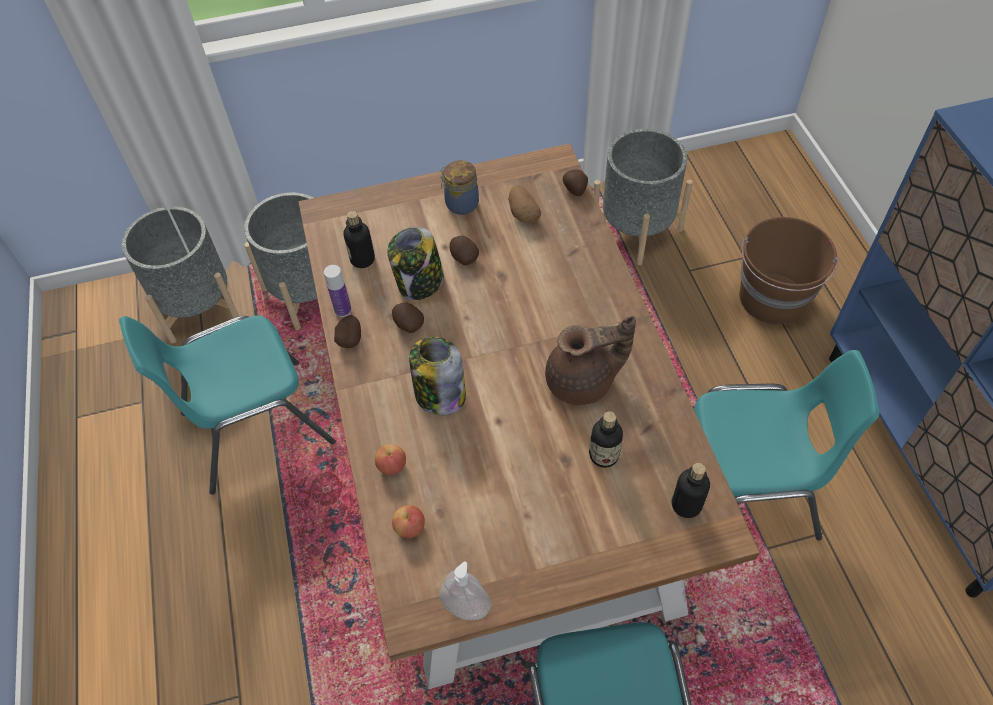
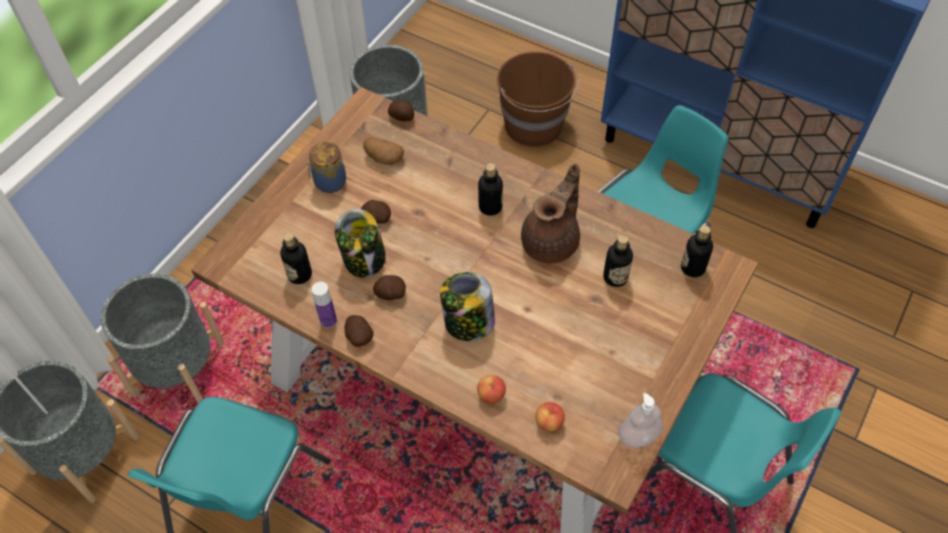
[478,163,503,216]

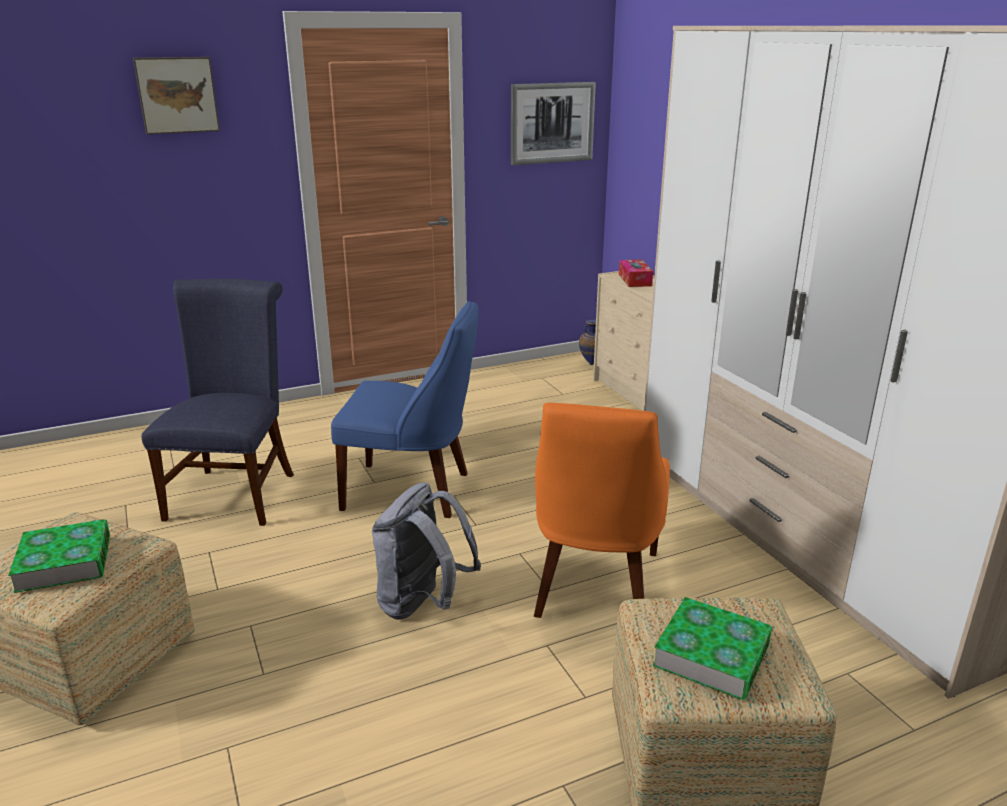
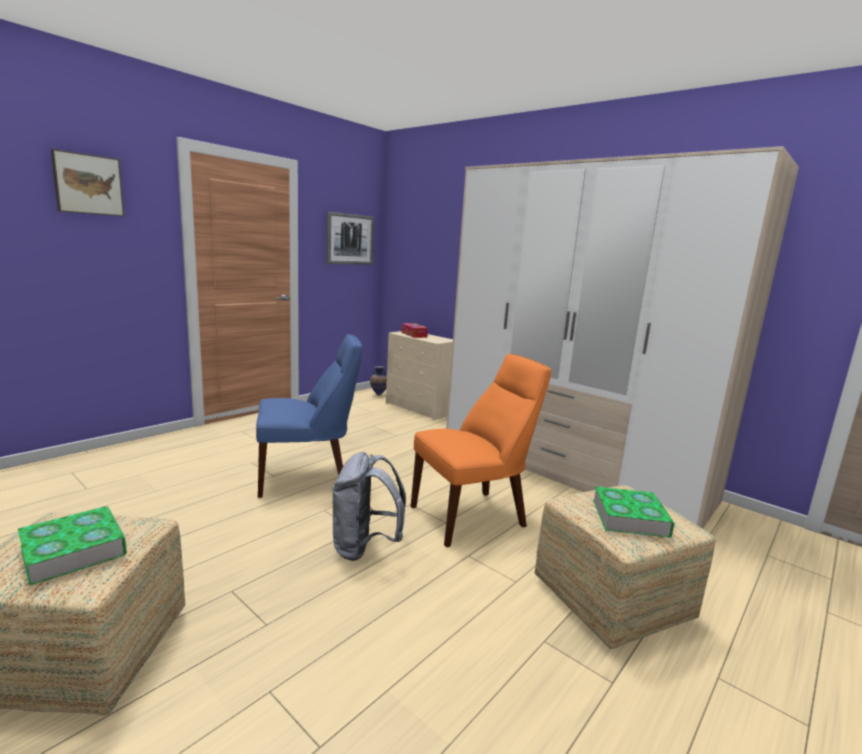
[142,279,294,526] (first image)
[411,354,551,547]

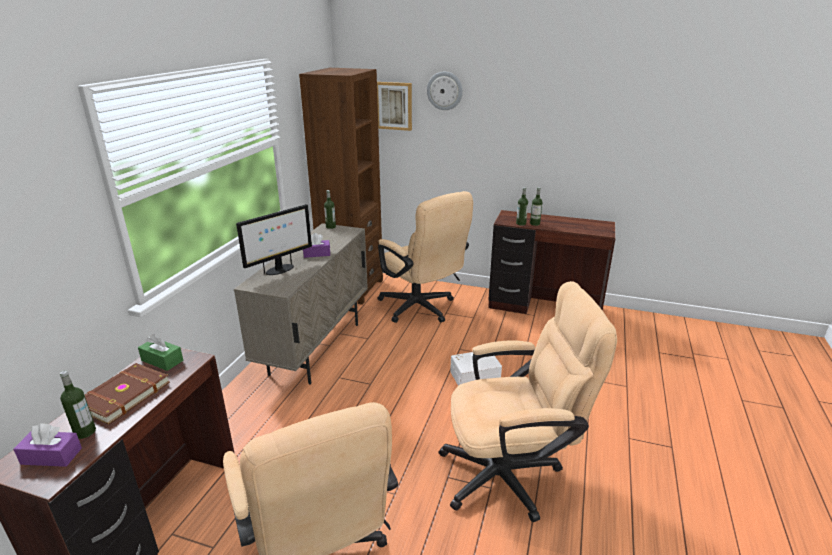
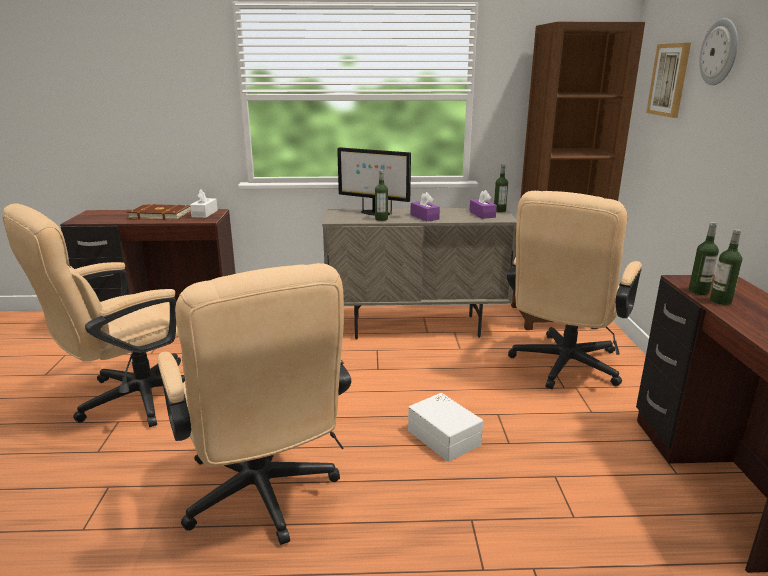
[469,190,497,219]
[375,170,388,221]
[190,190,218,218]

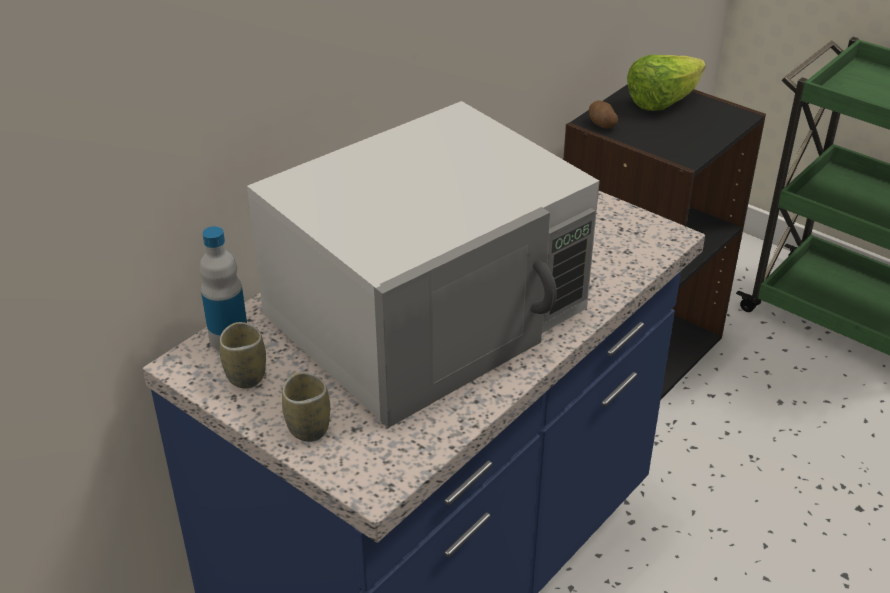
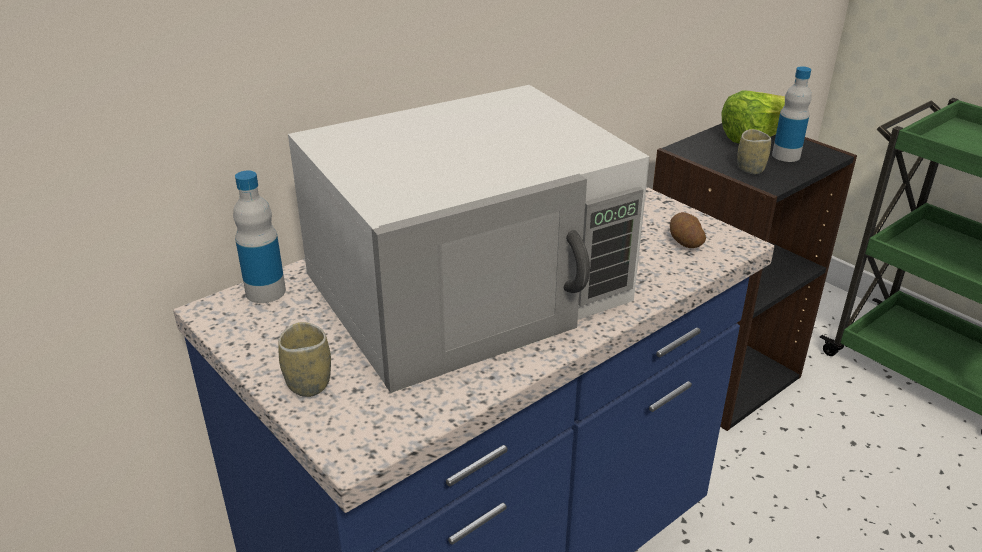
[772,67,811,162]
[737,129,771,175]
[670,212,706,248]

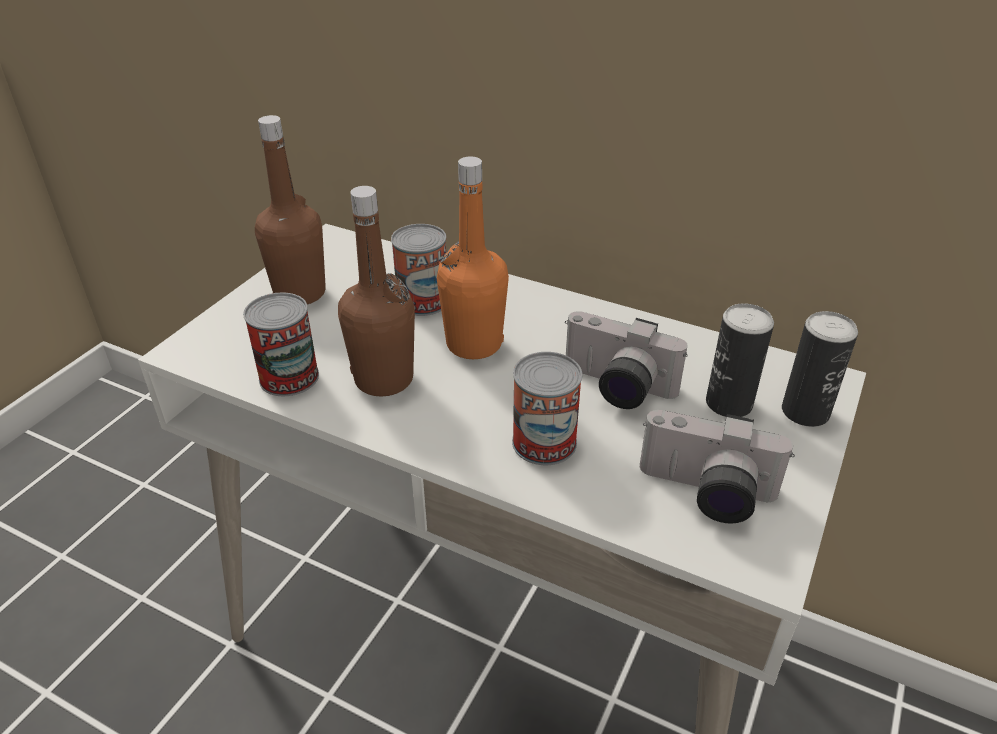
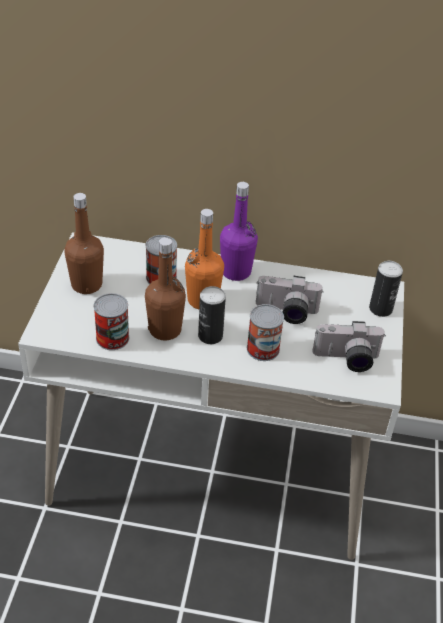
[220,182,258,281]
[198,286,226,344]

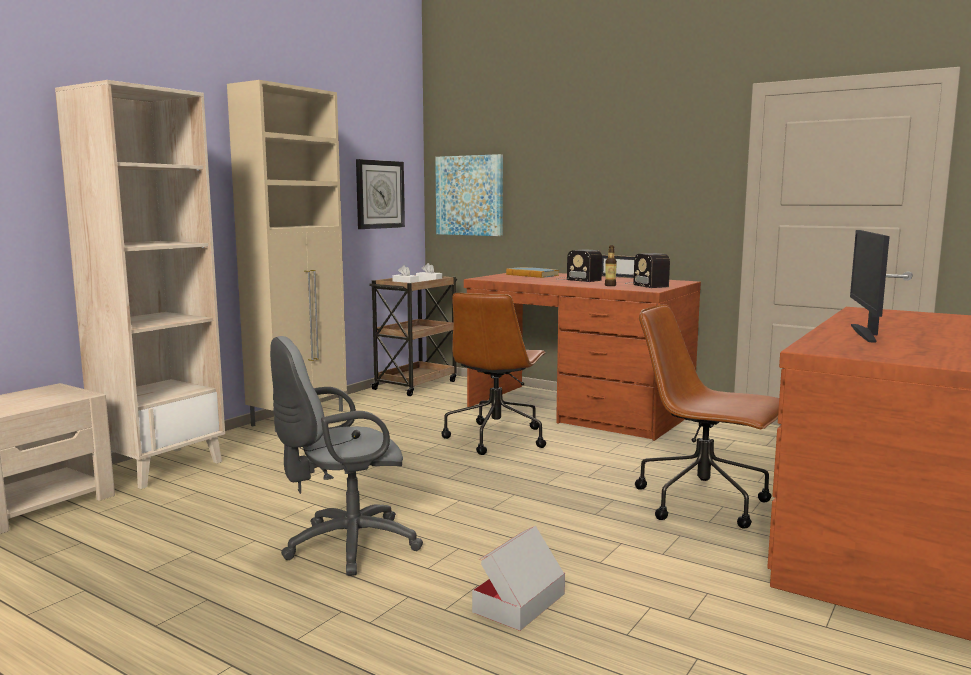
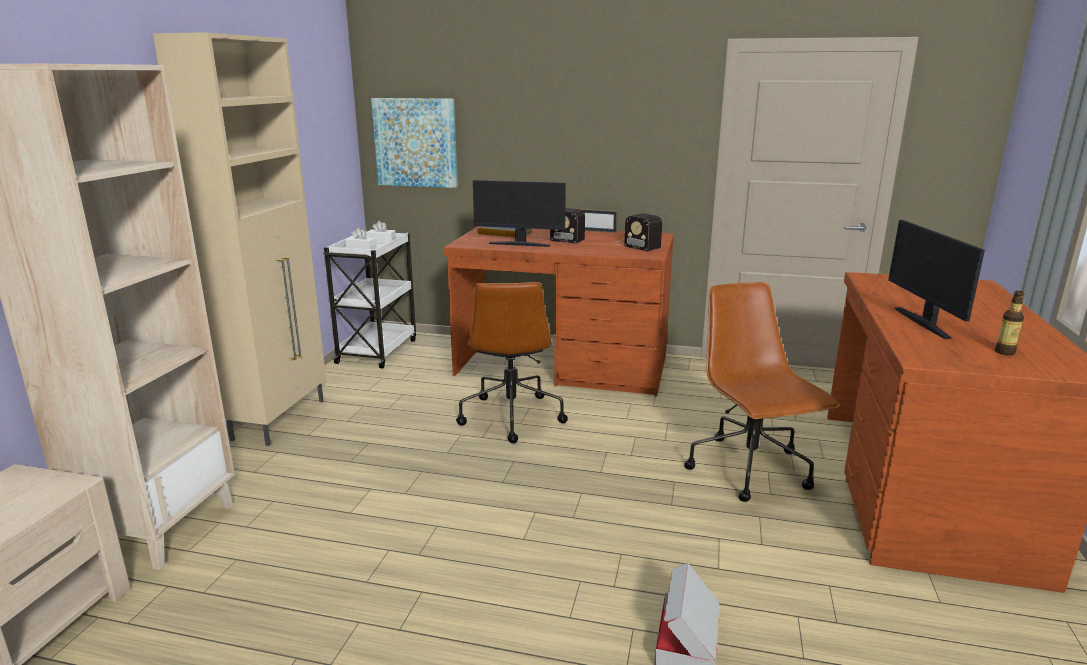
[270,336,423,576] (first image)
[356,159,405,229] (first image)
[473,180,566,247]
[995,291,1025,355]
[323,231,416,369]
[684,282,840,502]

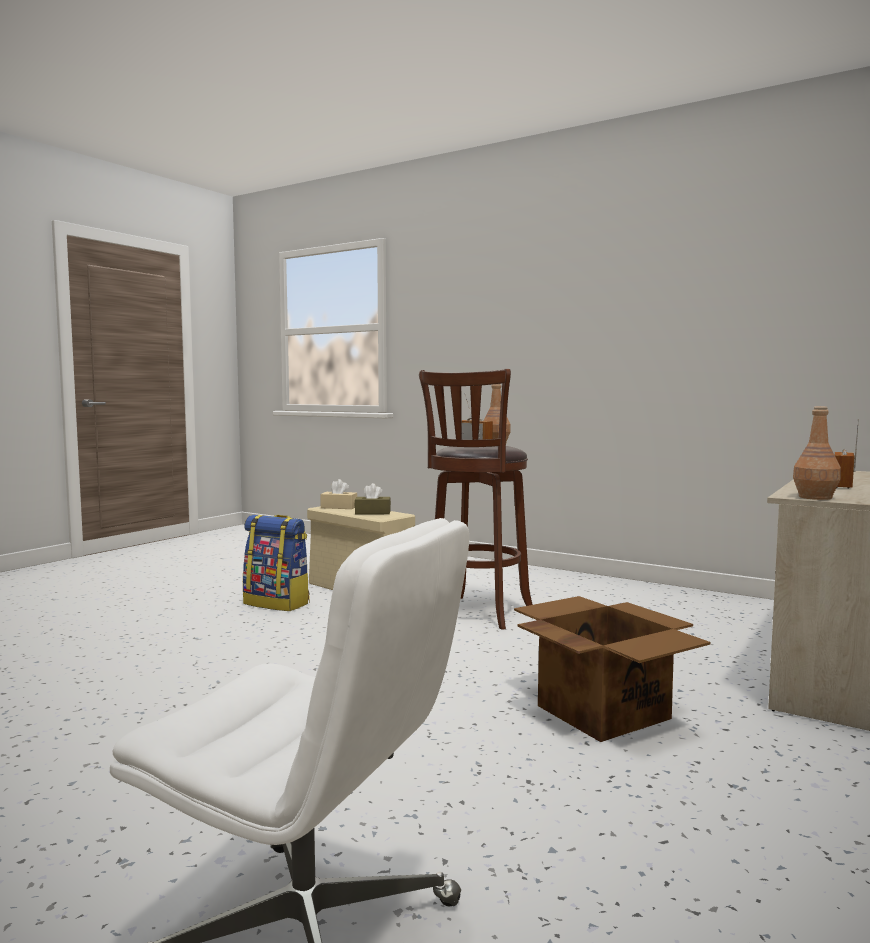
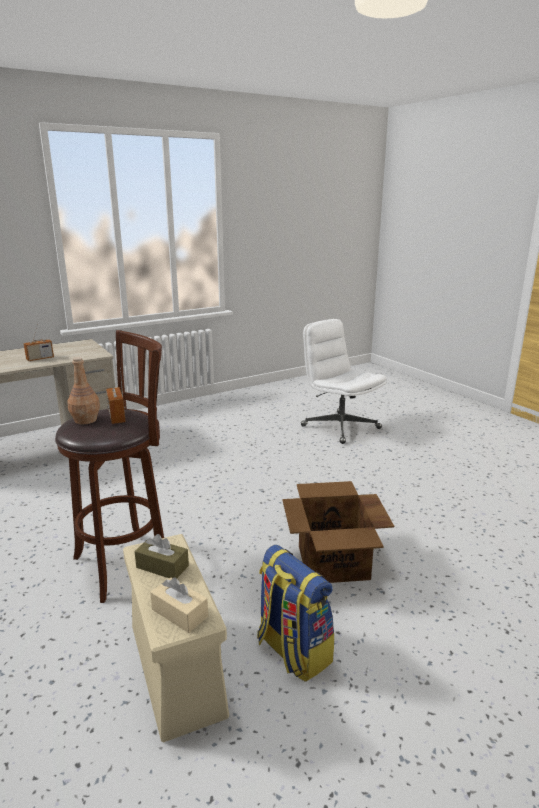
[793,406,841,500] (first image)
[282,481,394,583]

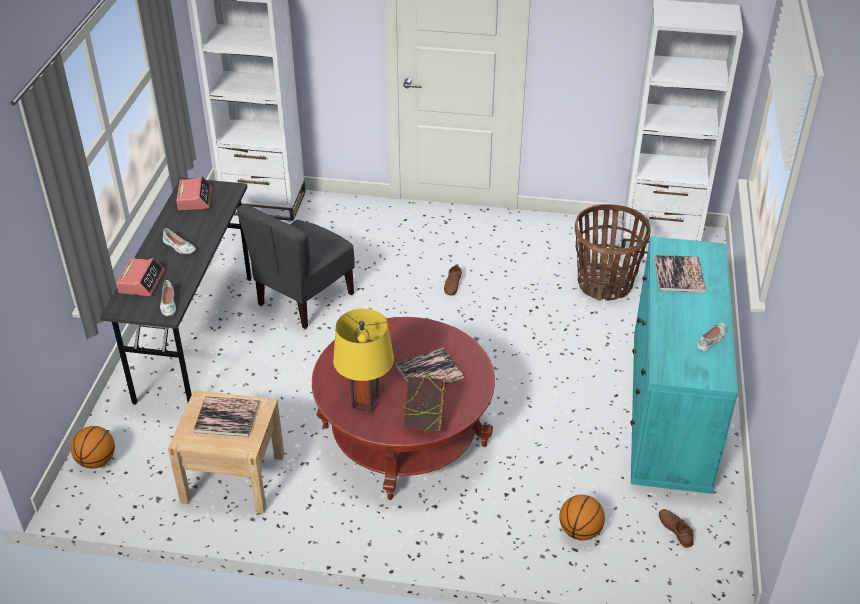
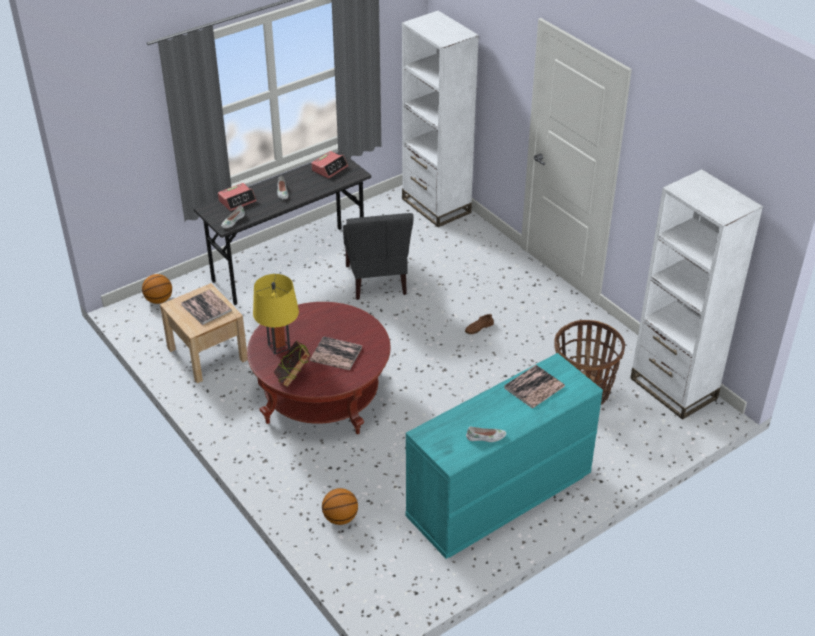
[659,509,694,548] (first image)
[343,213,414,300]

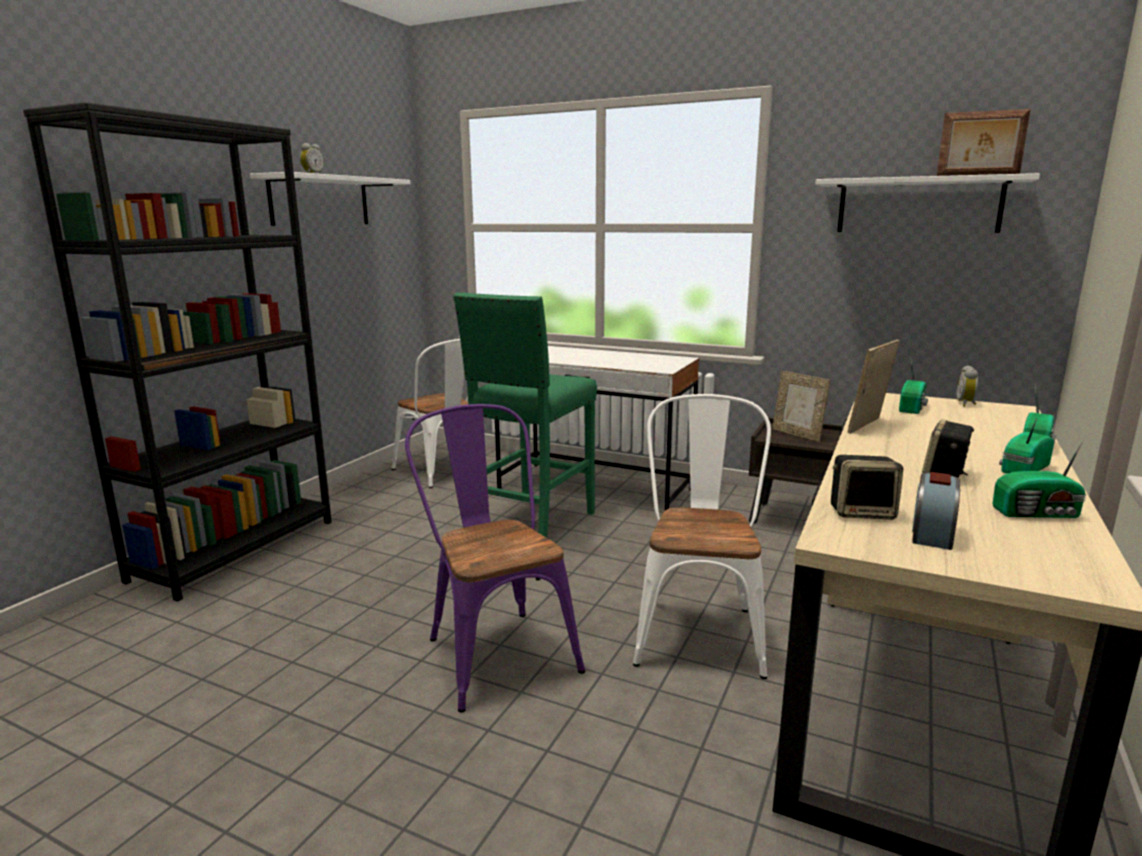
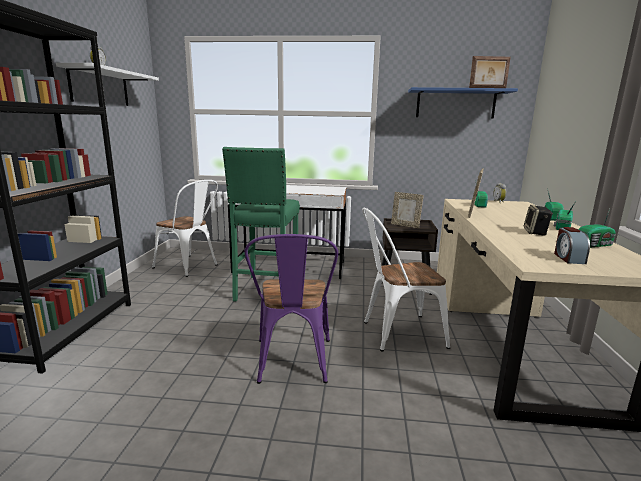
[831,455,904,520] (first image)
[408,87,518,119]
[244,234,338,384]
[362,208,450,351]

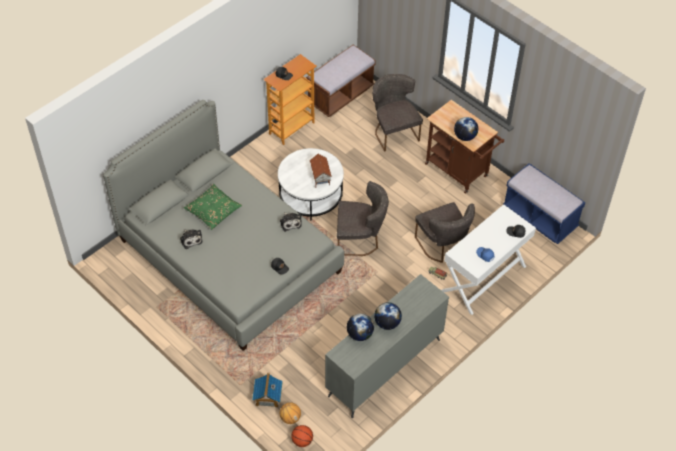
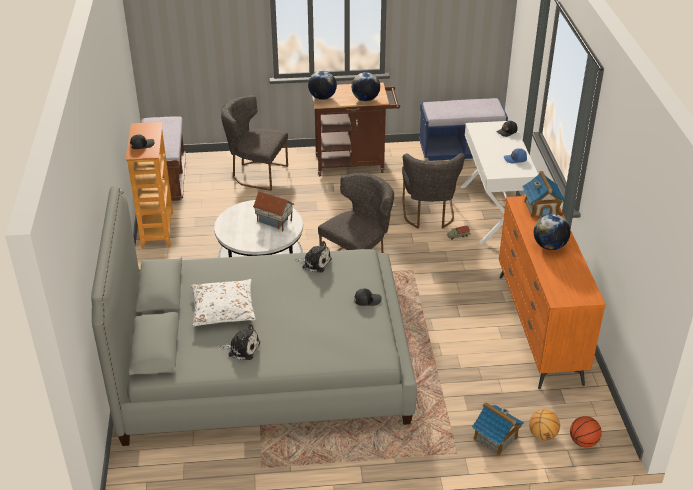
[522,171,566,218]
[308,71,337,100]
[191,279,256,326]
[499,196,606,389]
[402,153,465,229]

